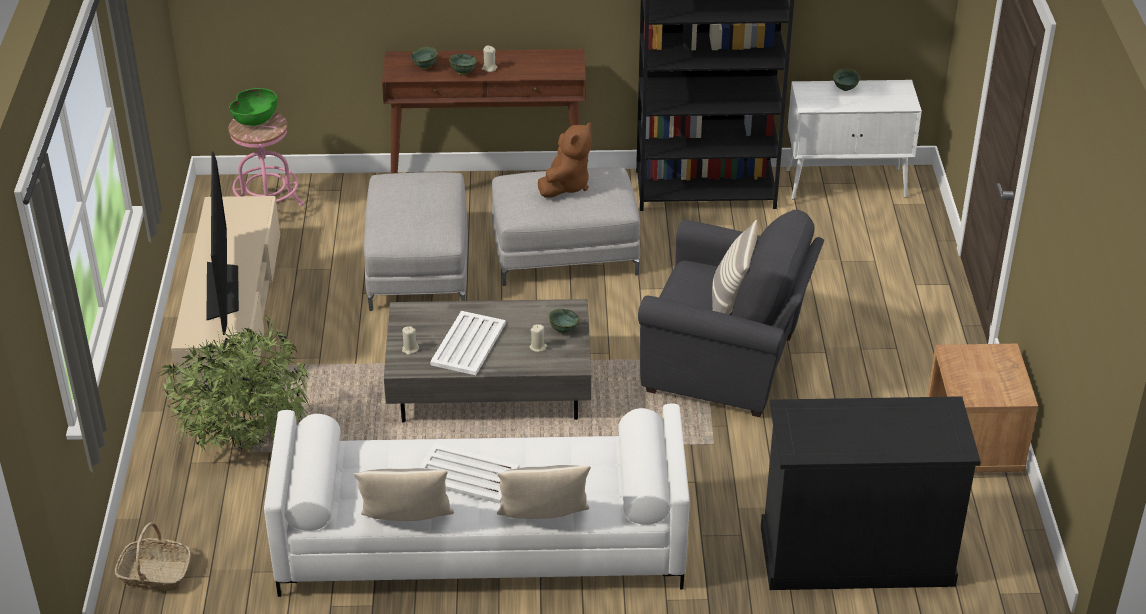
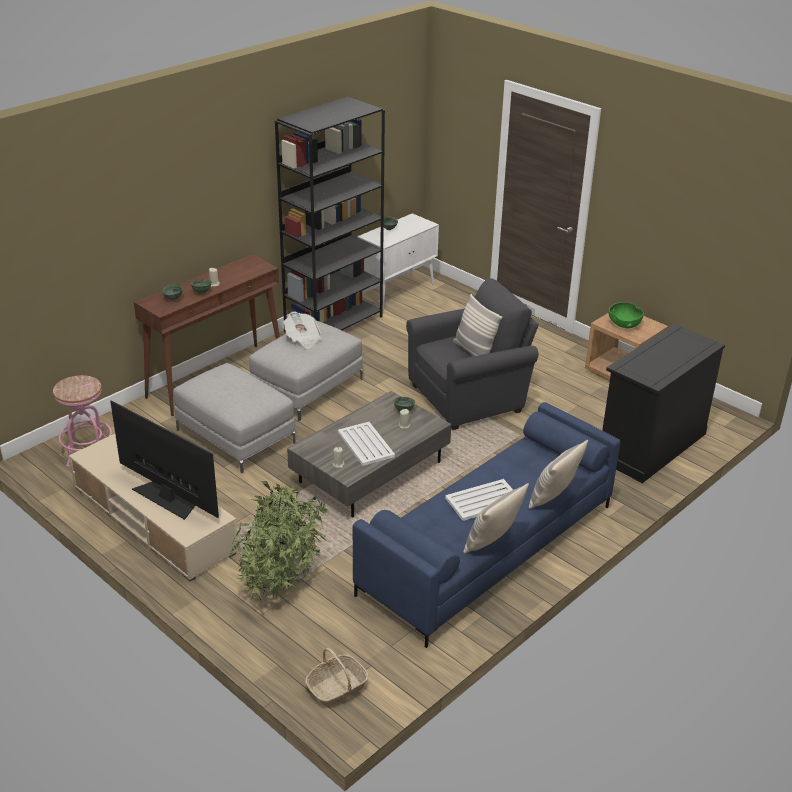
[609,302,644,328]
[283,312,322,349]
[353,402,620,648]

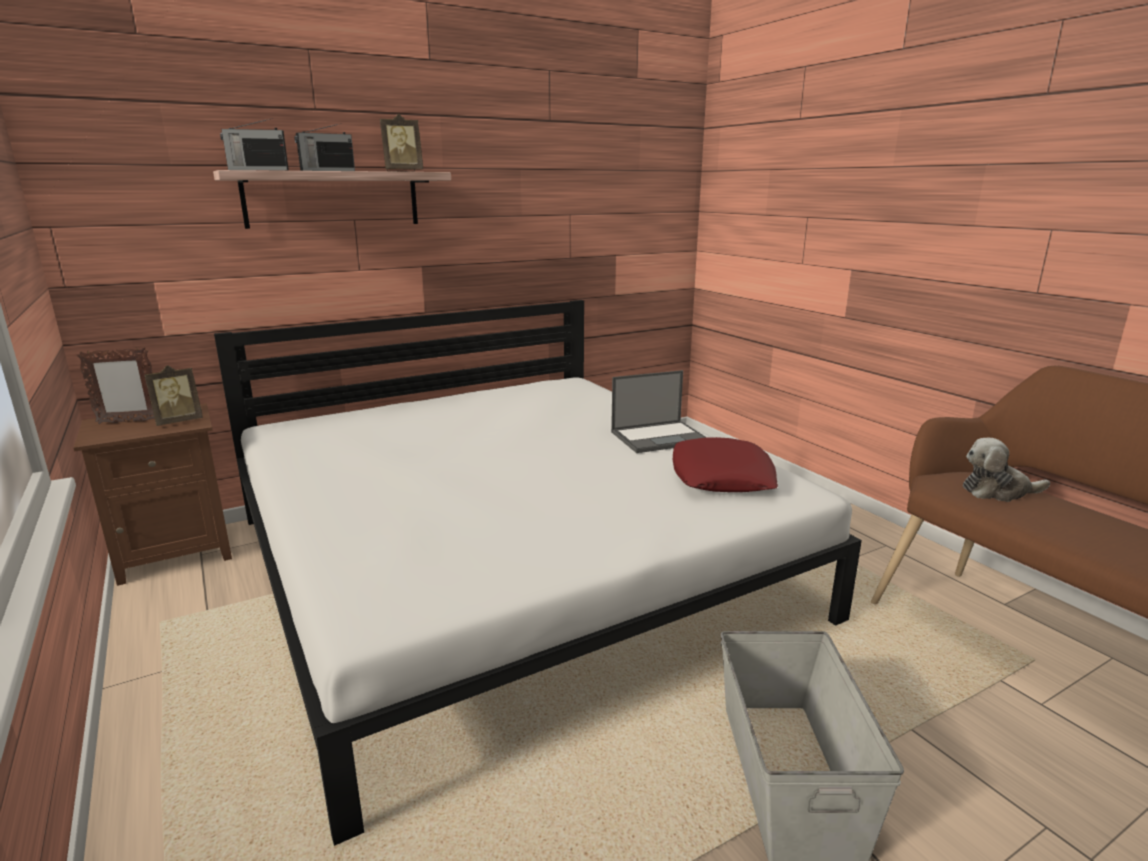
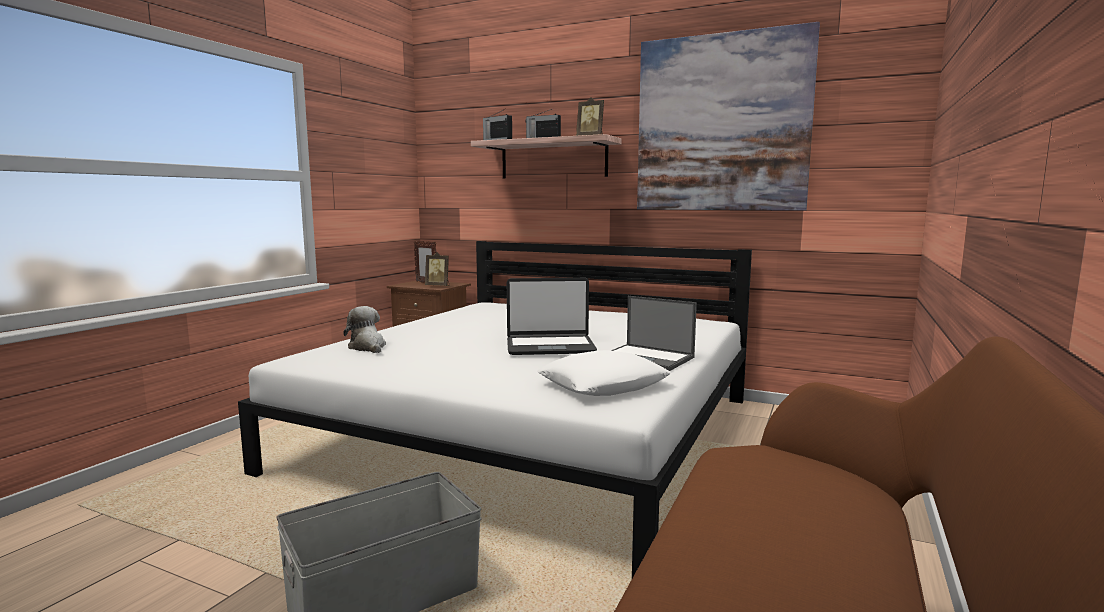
[507,278,597,355]
[637,22,820,211]
[343,306,386,353]
[537,350,671,396]

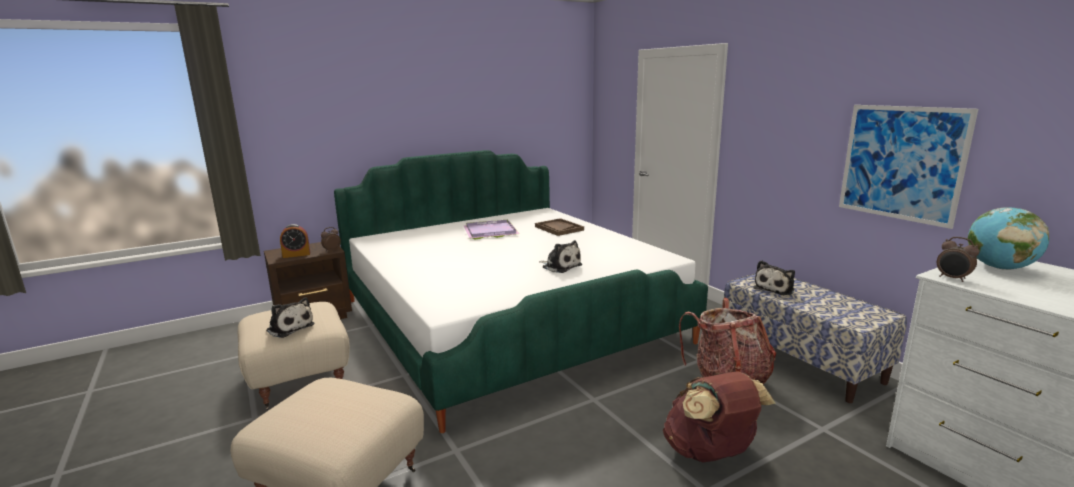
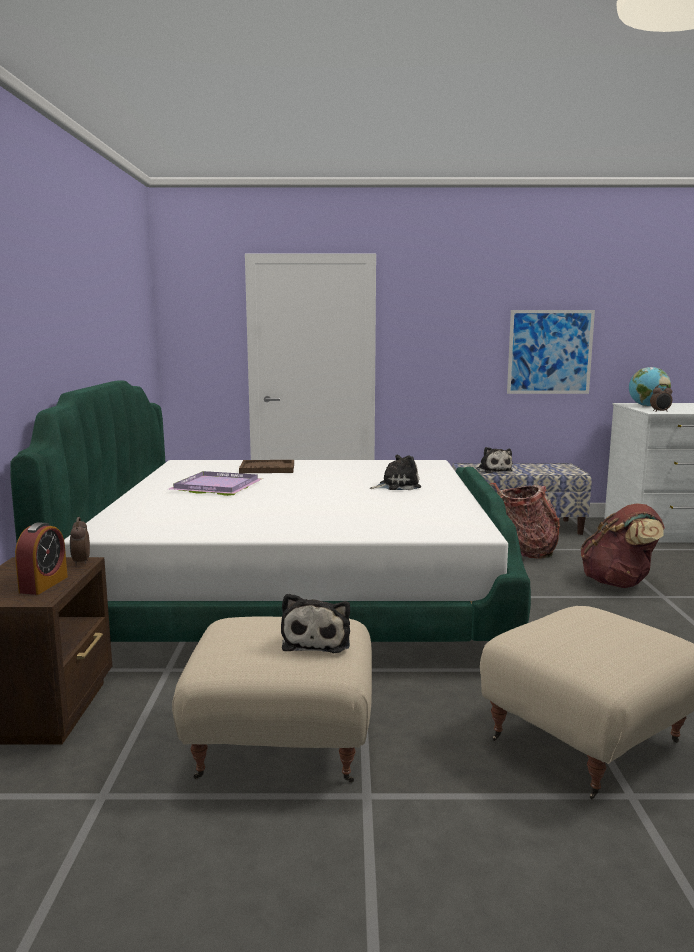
[281,593,350,653]

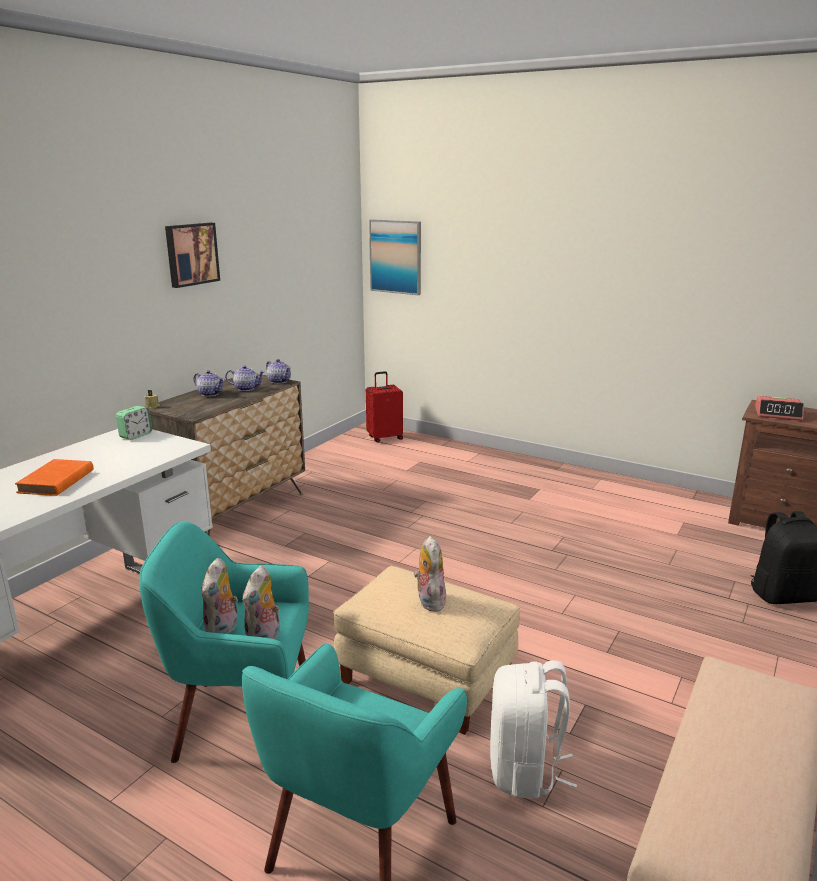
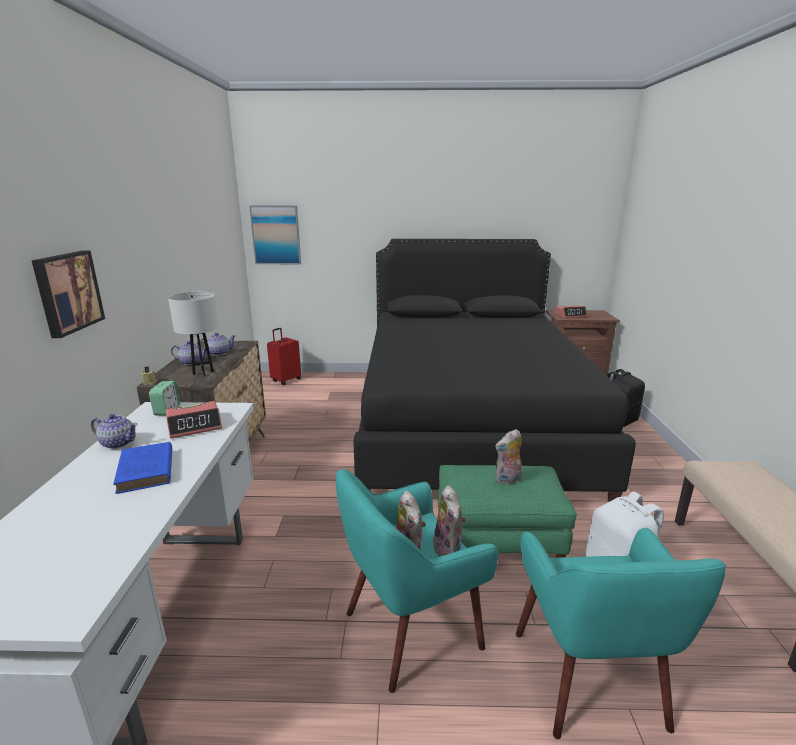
[166,401,222,439]
[168,292,219,376]
[353,239,636,502]
[31,251,105,338]
[91,414,138,449]
[113,442,172,494]
[438,465,577,558]
[495,429,522,485]

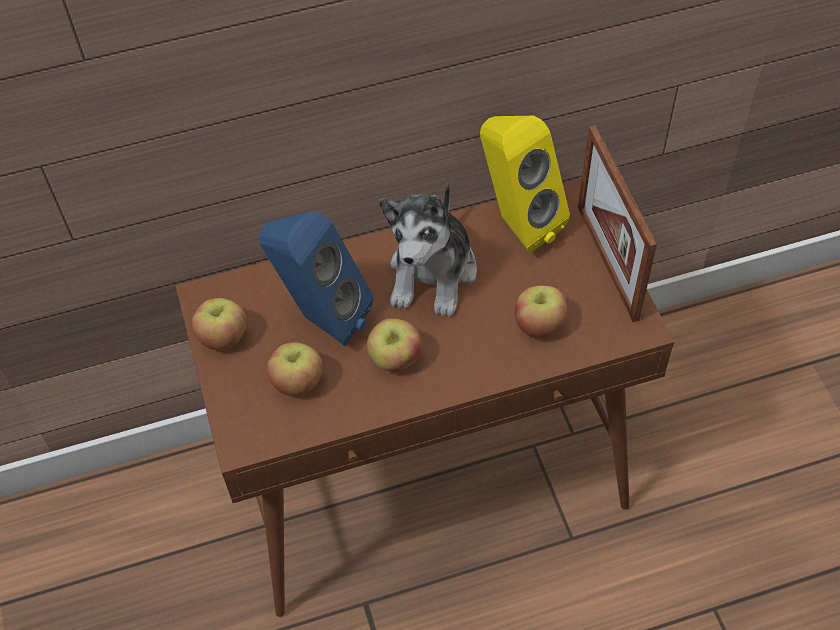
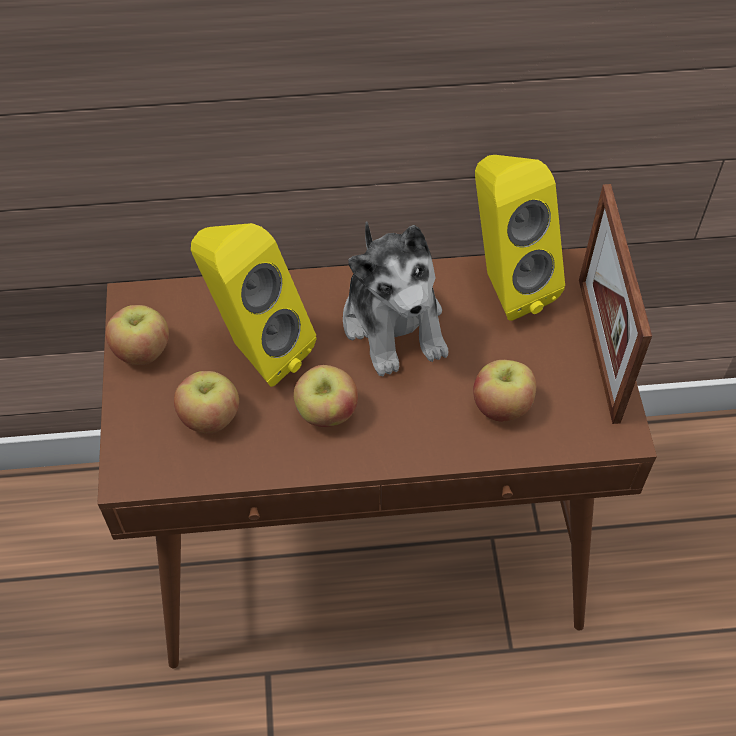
[191,223,316,387]
[343,221,448,376]

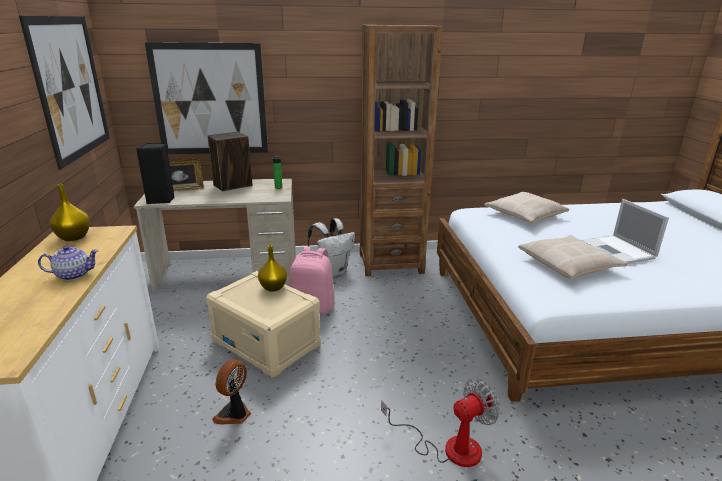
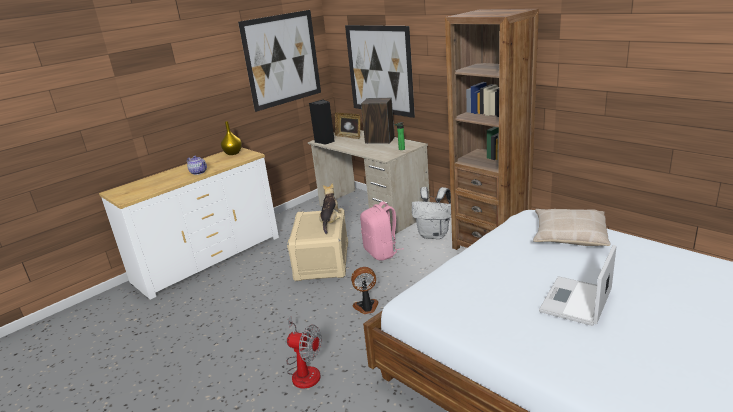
[518,235,628,279] (first image)
[351,267,379,314]
[319,183,342,234]

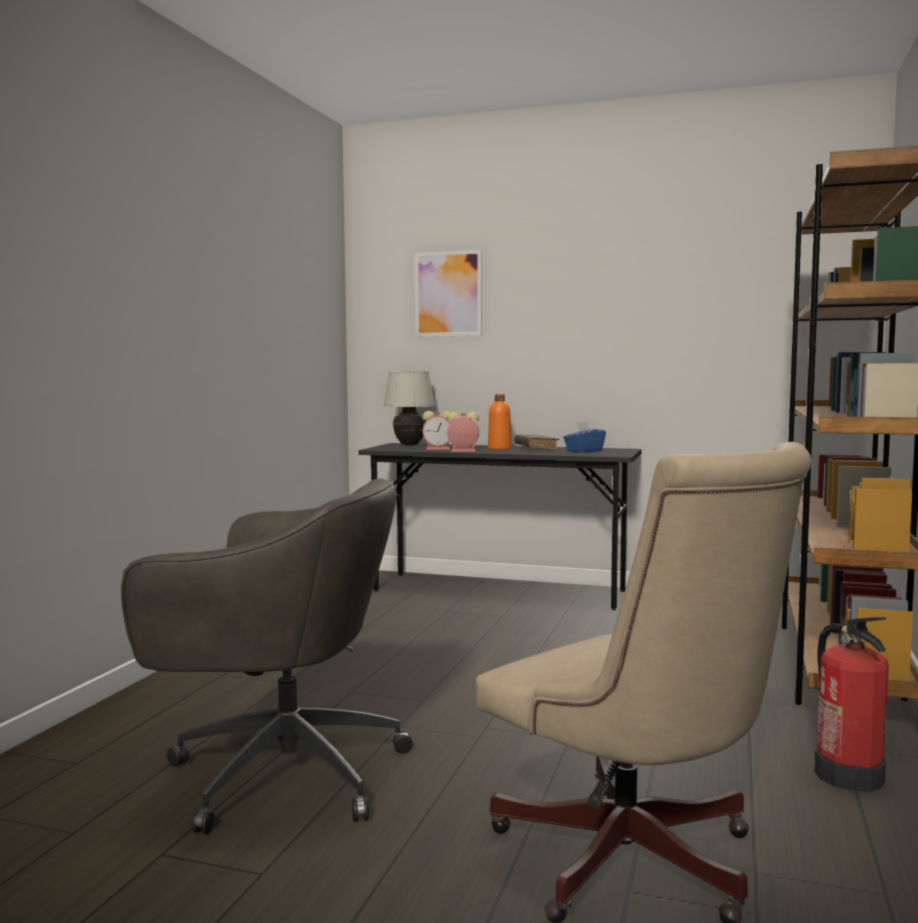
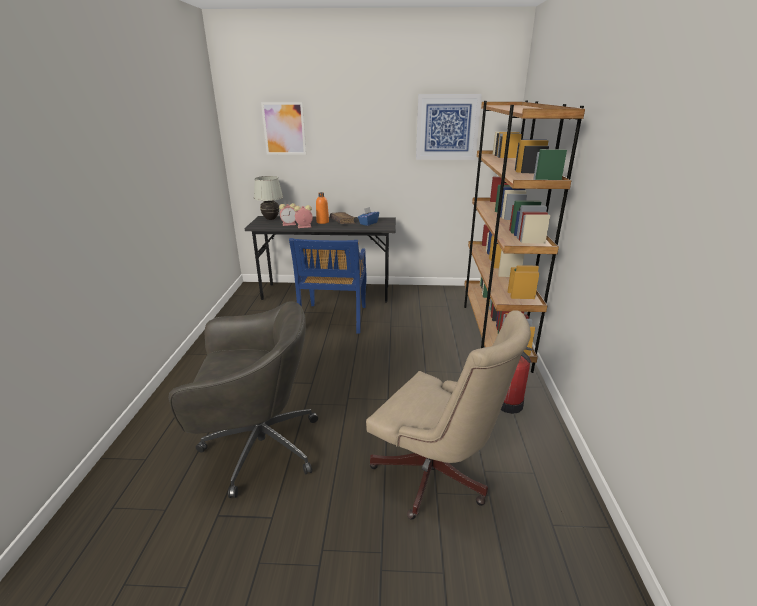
[289,238,367,334]
[416,94,482,160]

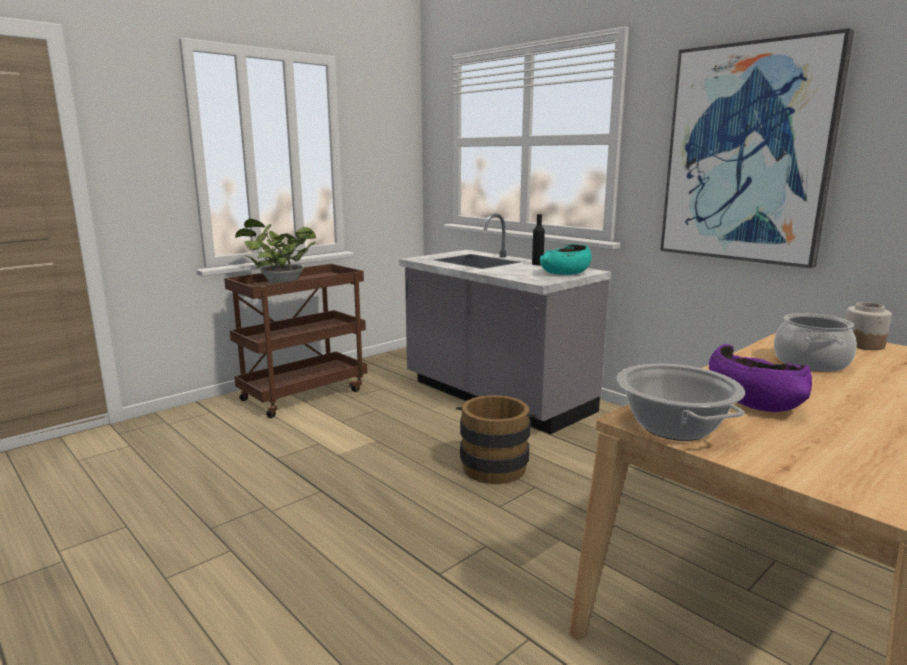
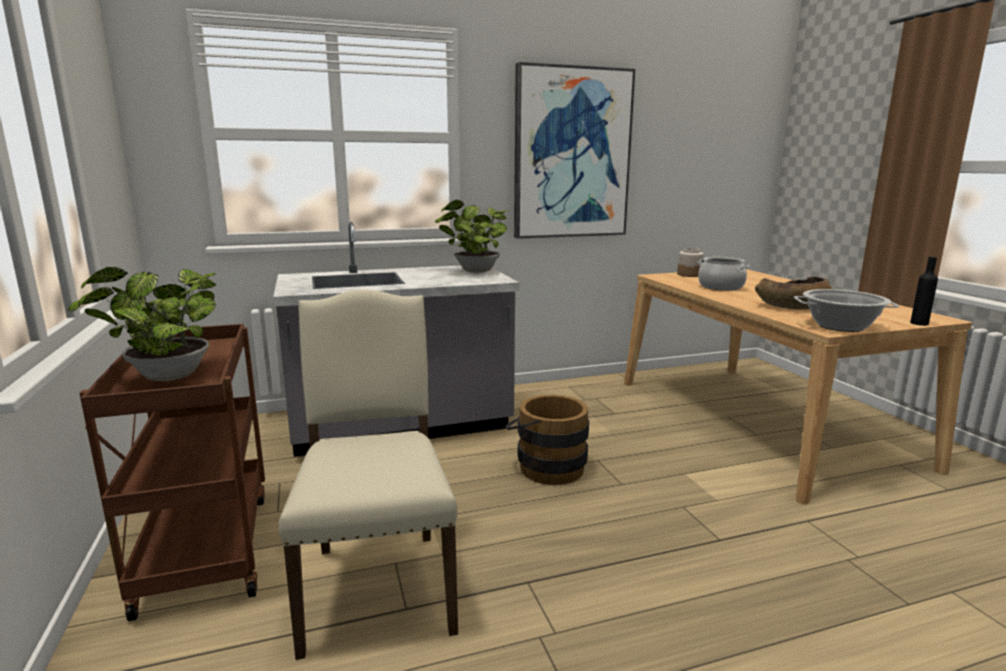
[279,290,458,660]
[910,257,938,326]
[435,200,507,273]
[755,276,833,310]

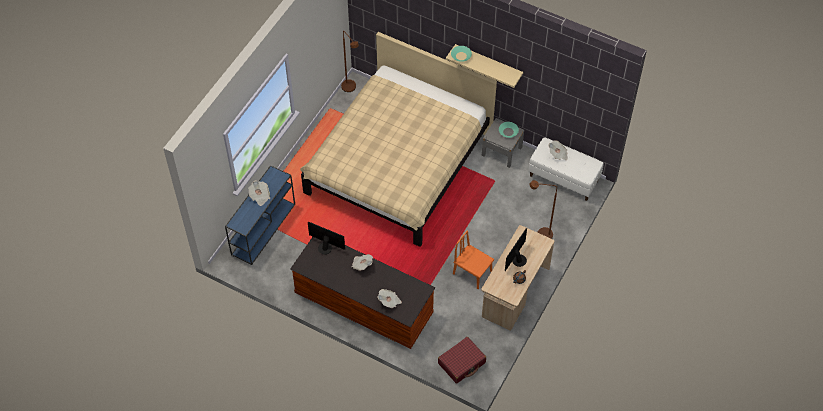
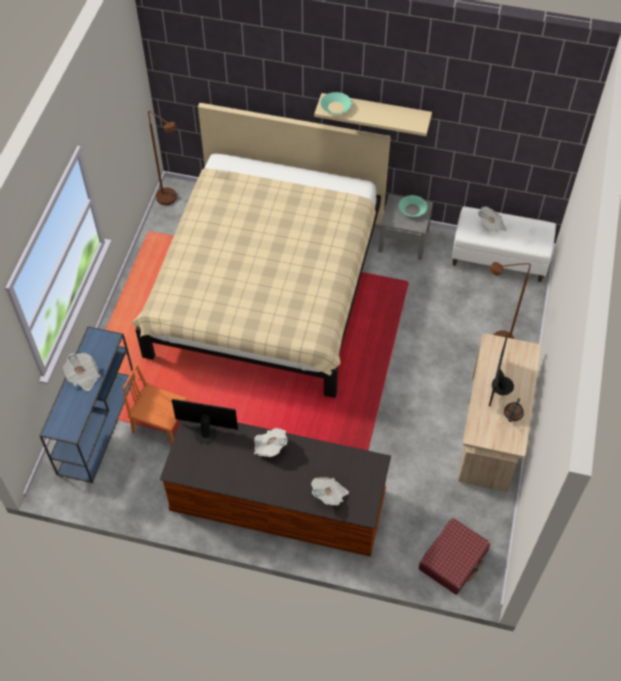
[123,364,188,446]

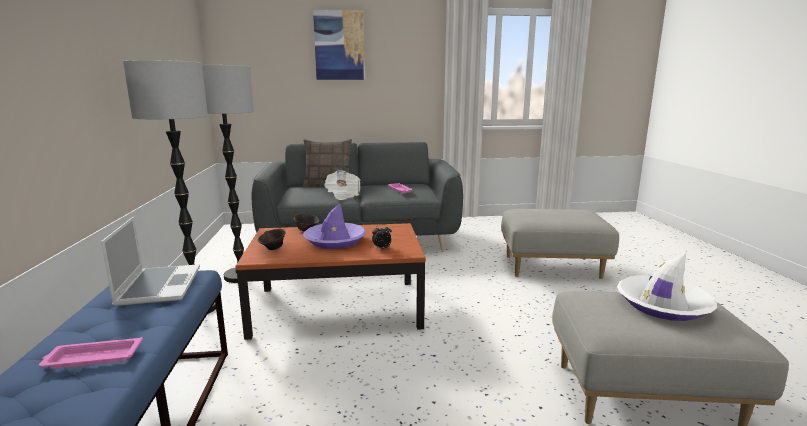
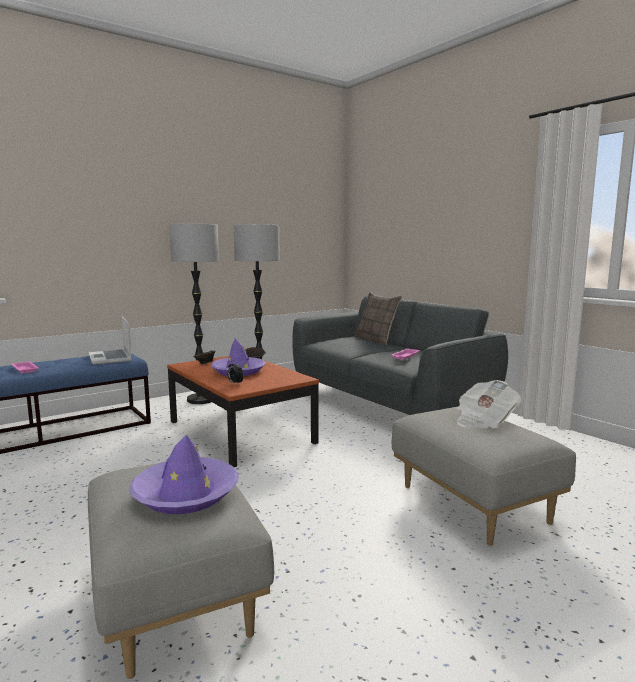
[313,10,365,80] (first image)
[456,380,521,429]
[129,435,239,514]
[89,317,132,365]

